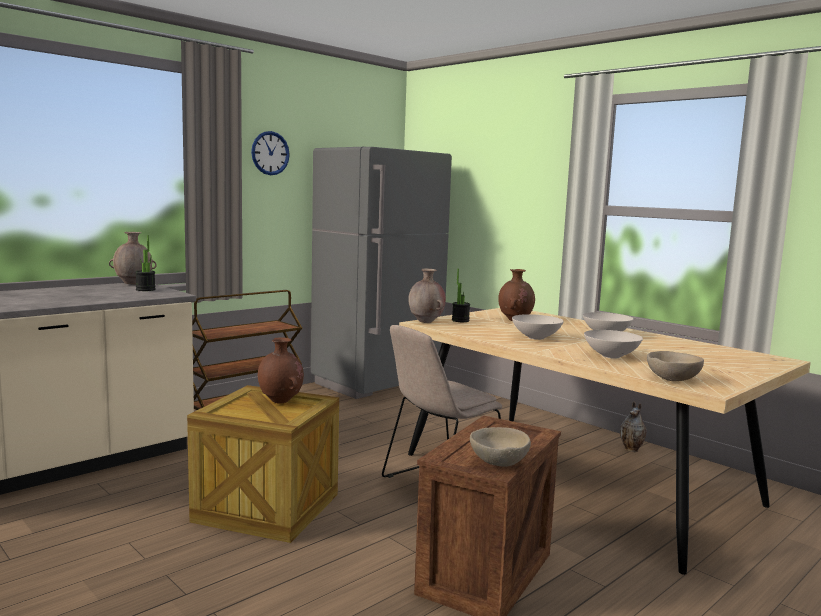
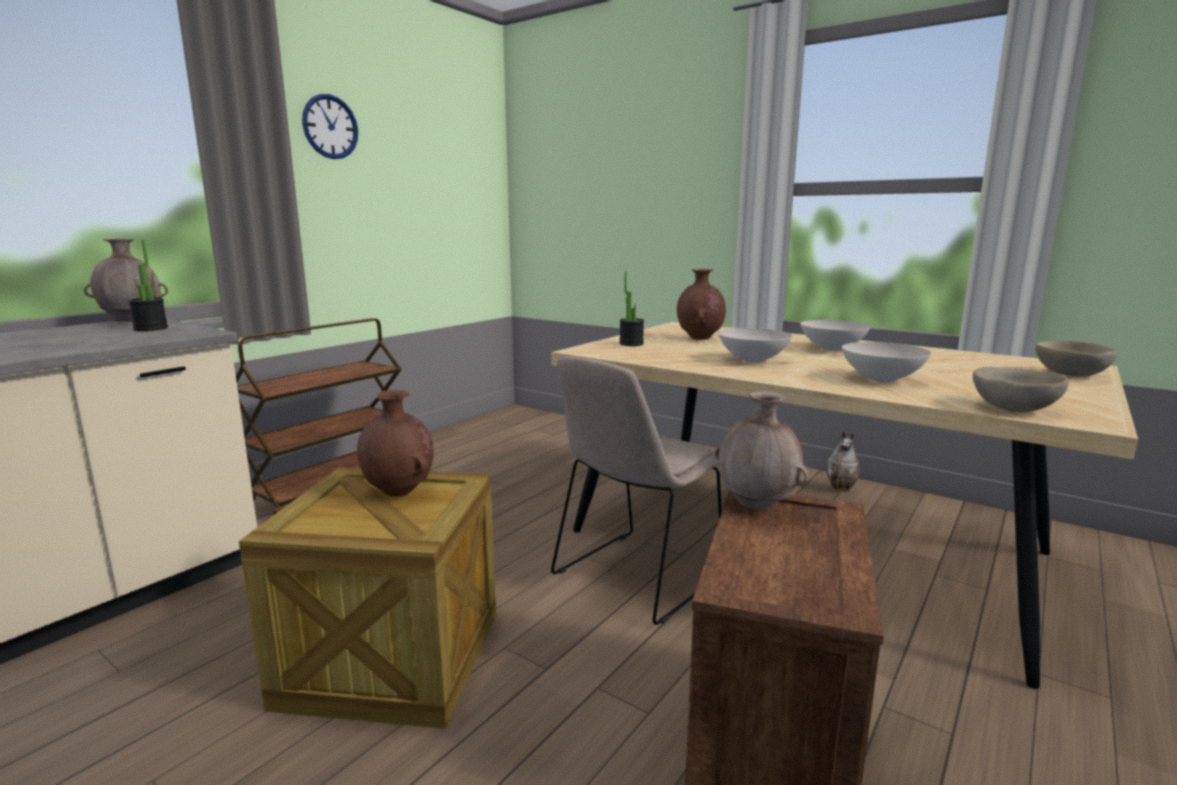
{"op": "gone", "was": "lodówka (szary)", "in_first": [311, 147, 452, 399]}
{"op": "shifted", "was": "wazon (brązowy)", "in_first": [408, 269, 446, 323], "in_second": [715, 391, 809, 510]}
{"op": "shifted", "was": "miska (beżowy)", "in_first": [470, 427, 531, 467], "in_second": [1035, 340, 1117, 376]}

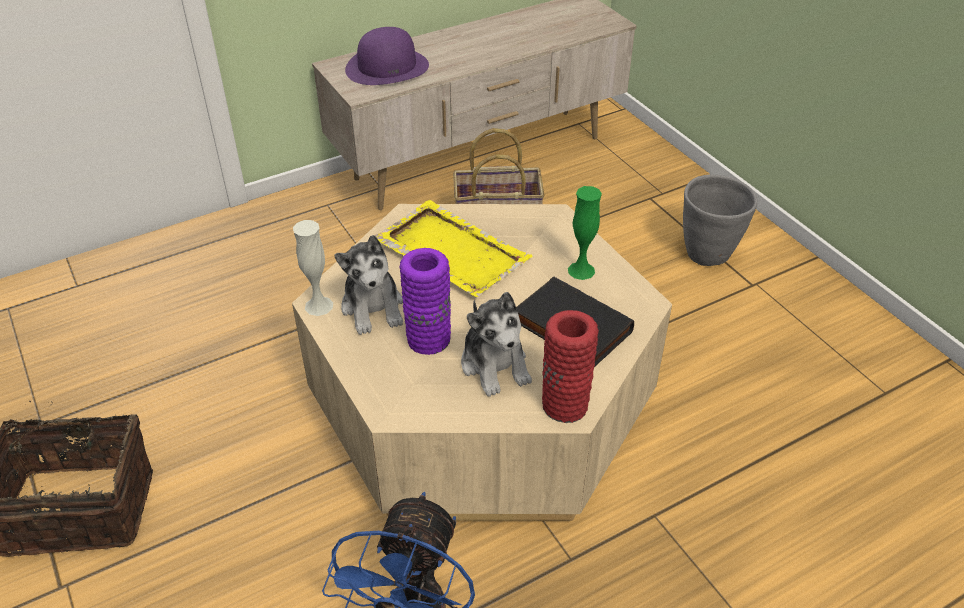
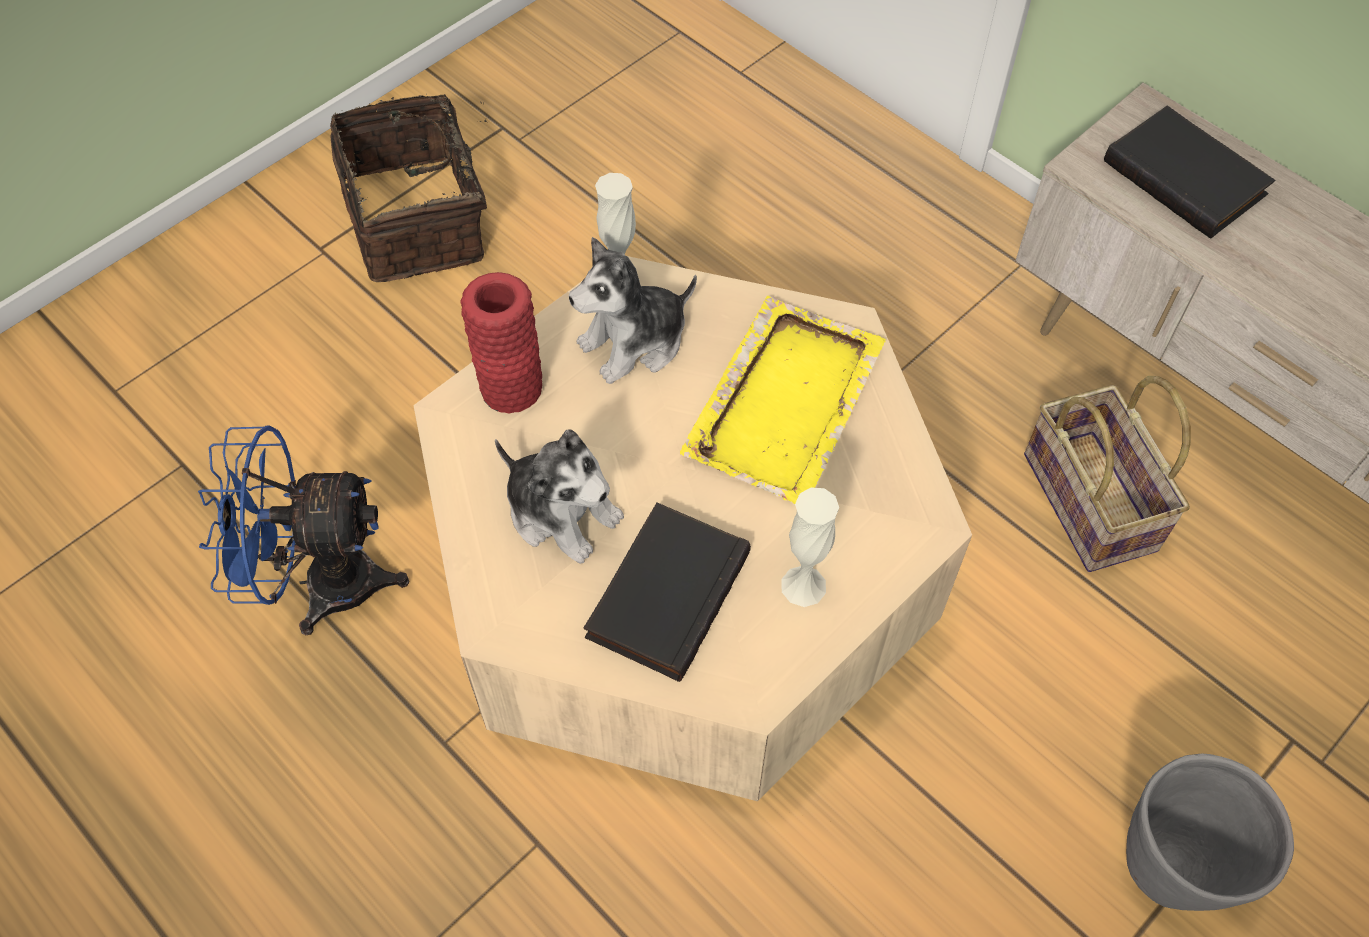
{"op": "swapped", "was": "kapelusz (fioletowy)", "now": "książka (czarny)", "in_first": [345, 27, 429, 85], "in_second": [1104, 105, 1275, 239]}
{"op": "gone", "was": "wazon (fioletowy)", "in_first": [399, 248, 451, 355]}
{"op": "rotated", "was": "pluszak", "in_first": [461, 292, 532, 397], "in_second": [495, 430, 624, 564], "clockwise": -105}
{"op": "shifted", "was": "wazon (czerwony)", "in_first": [542, 310, 599, 423], "in_second": [460, 272, 542, 414]}
{"op": "repainted", "was": "wazon (zielony)", "now": "wazon (biały)", "in_first": [568, 186, 602, 280], "in_second": [781, 488, 839, 607]}

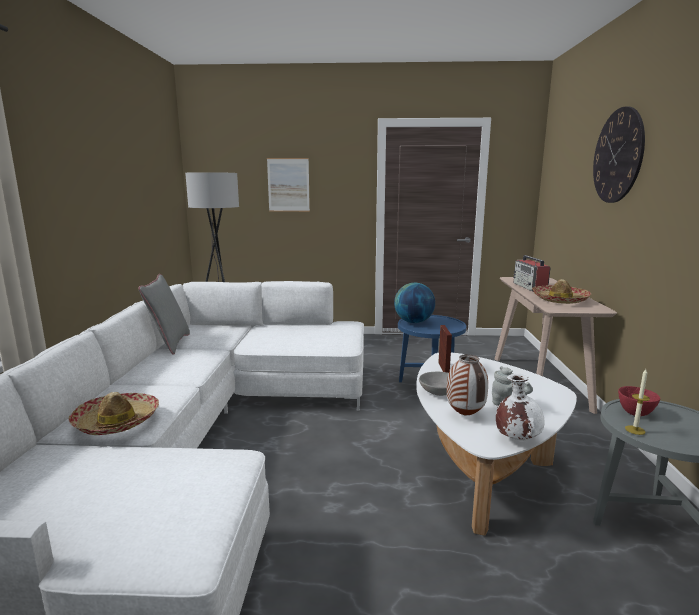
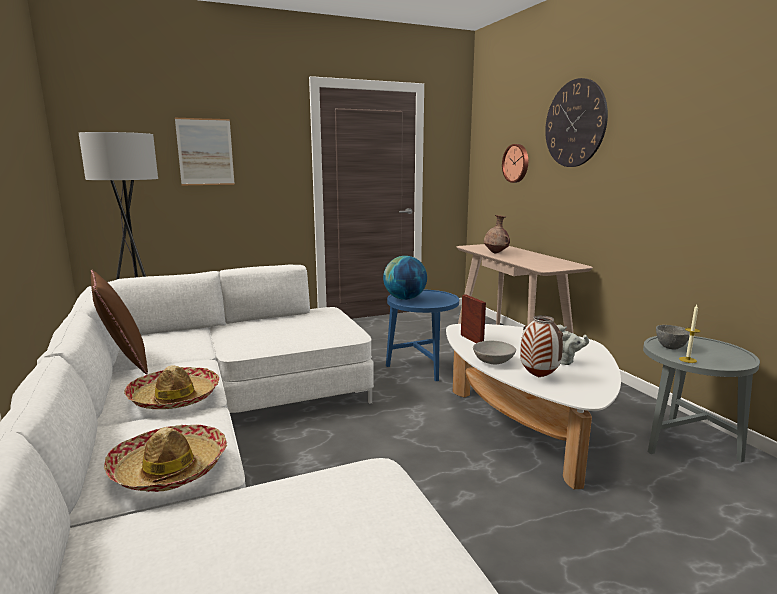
{"op": "repainted", "was": "poduszka (szary)", "now": "poduszka (brązowy)", "in_first": [138, 274, 190, 355], "in_second": [91, 270, 148, 375]}
{"op": "gone", "was": "wazon (biały)", "in_first": [496, 374, 545, 441]}
{"op": "swapped", "was": "radio", "now": "wazon (brązowy)", "in_first": [513, 255, 551, 292], "in_second": [484, 215, 510, 253]}
{"op": "shifted", "was": "kapelusz", "in_first": [532, 279, 591, 304], "in_second": [124, 366, 219, 409]}
{"op": "repainted", "was": "miska (czerwony)", "now": "miska (szary)", "in_first": [618, 386, 660, 416], "in_second": [656, 325, 690, 350]}
{"op": "new", "now": "zegar ścienny", "in_second": [502, 144, 528, 183]}

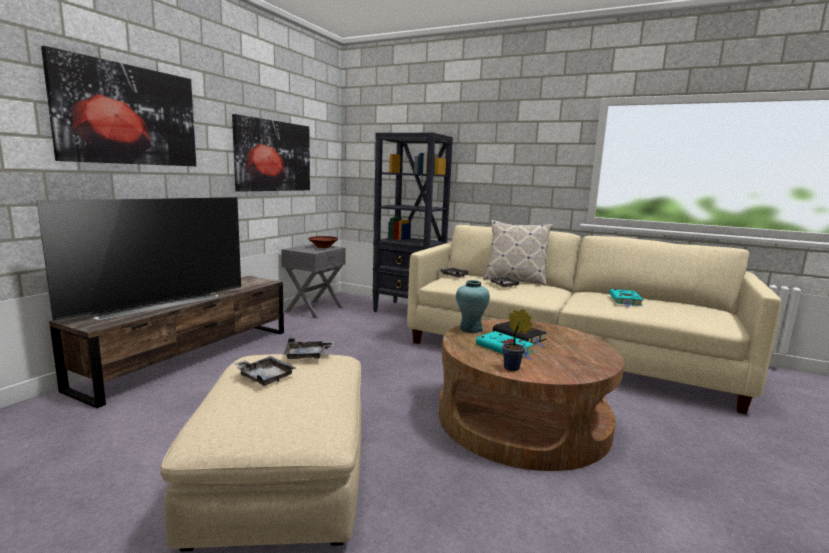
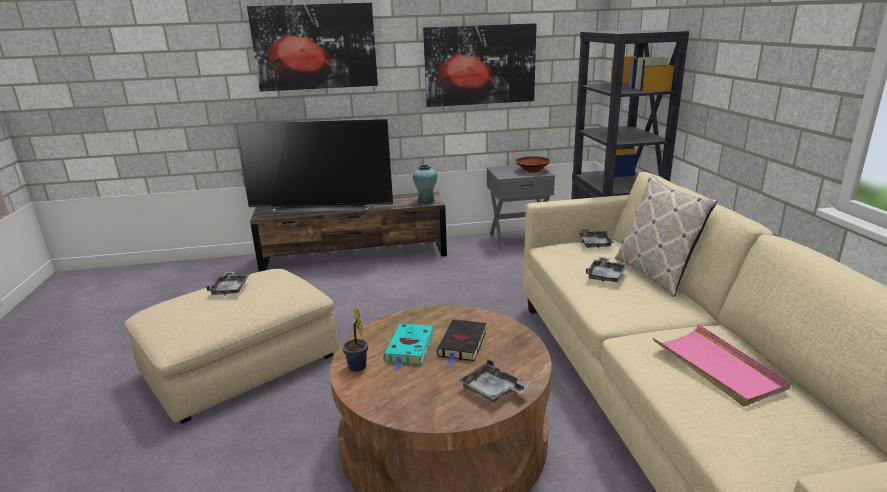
{"op": "shifted", "was": "taca (szary)", "in_first": [283, 338, 335, 359], "in_second": [458, 359, 530, 402]}
{"op": "shifted", "was": "wazon (turkusowy)", "in_first": [456, 280, 490, 333], "in_second": [413, 165, 437, 204]}
{"op": "swapped", "was": "książka (turkusowy)", "now": "taca (różowy)", "in_first": [609, 289, 643, 307], "in_second": [653, 324, 791, 406]}

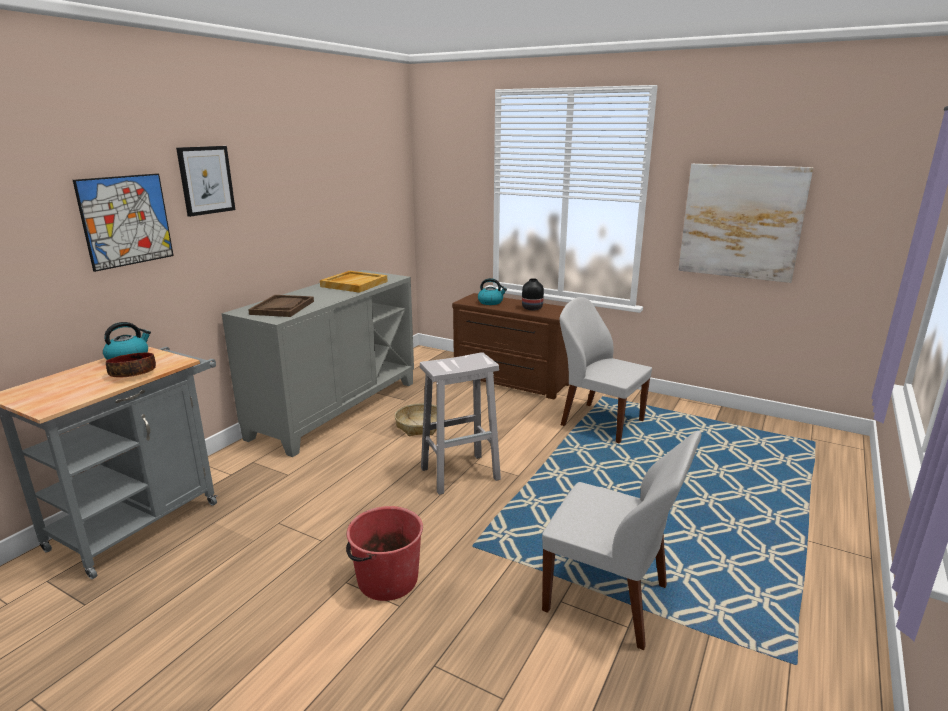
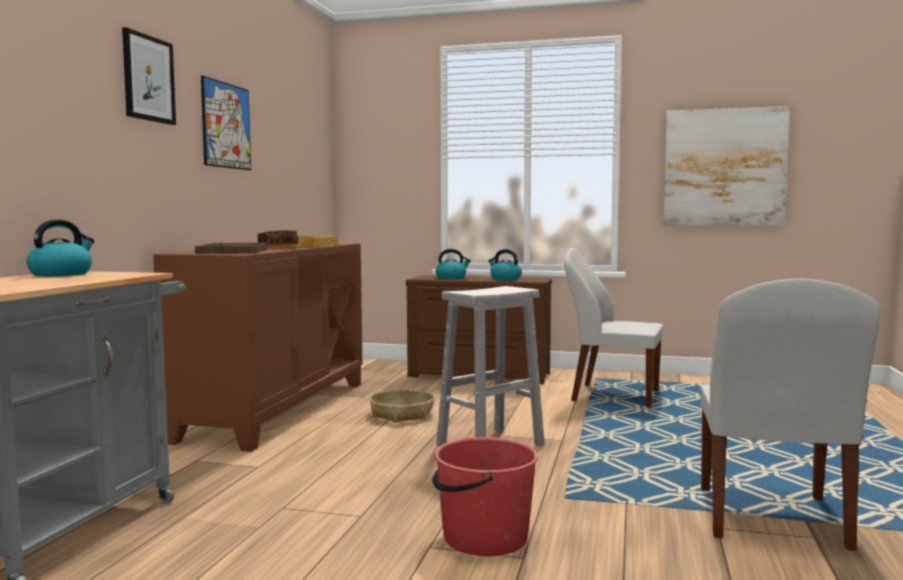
{"op": "shifted", "was": "obraz", "in_first": [73, 173, 174, 272], "in_second": [201, 76, 251, 170]}
{"op": "shifted", "was": "miska", "in_first": [106, 352, 156, 378], "in_second": [258, 230, 298, 248]}
{"op": "repainted", "was": "szafka (szary)", "now": "szafka (brązowy)", "in_first": [222, 270, 414, 457], "in_second": [153, 243, 362, 452]}
{"op": "swapped", "was": "wazon (czarny)", "now": "czajnik", "in_first": [522, 278, 544, 310], "in_second": [488, 249, 522, 280]}
{"op": "rotated", "was": "krzesło (biały)", "in_first": [542, 431, 701, 650], "in_second": [700, 279, 881, 551], "clockwise": 90}

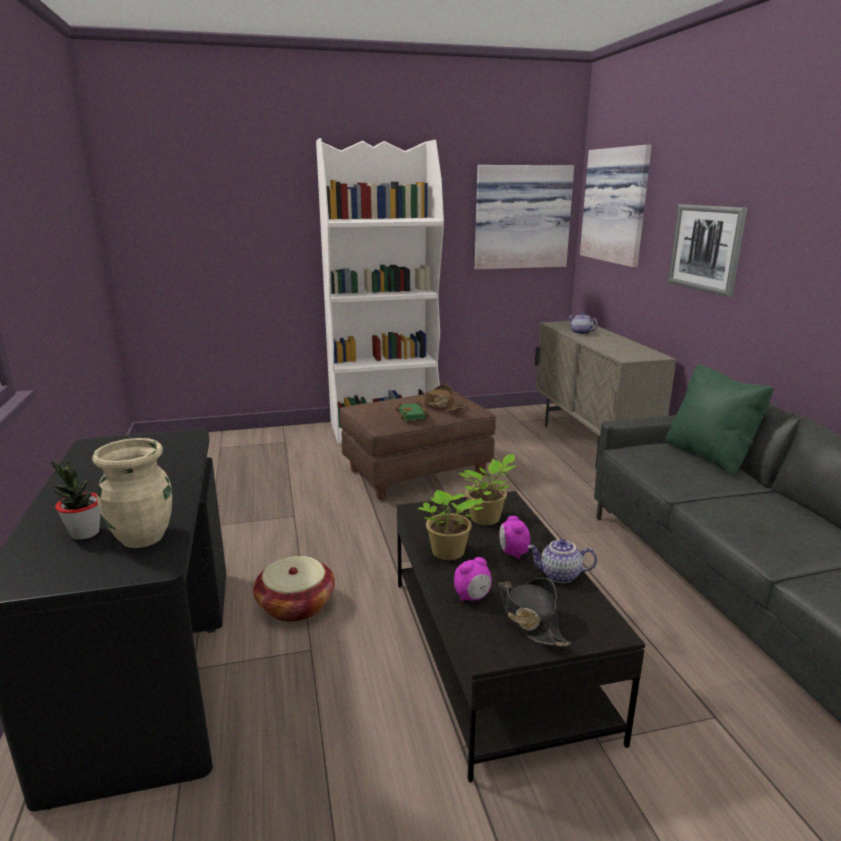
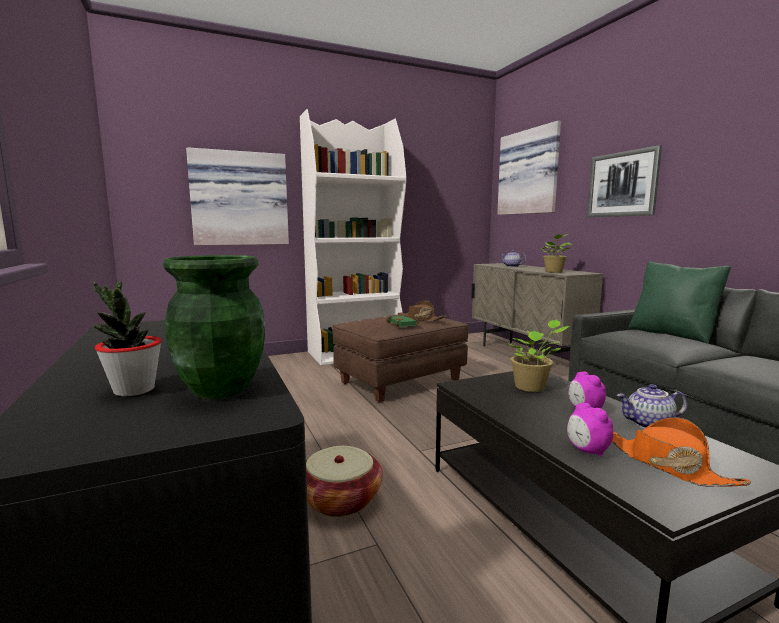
{"op": "repainted", "was": "wazon (beżowy)", "now": "wazon (zielony)", "in_first": [92, 438, 172, 548], "in_second": [163, 255, 265, 399]}
{"op": "shifted", "was": "roślina doniczkowa", "in_first": [418, 490, 483, 560], "in_second": [540, 234, 572, 273]}
{"op": "rotated", "was": "budzik", "in_first": [454, 557, 492, 601], "in_second": [567, 403, 613, 457], "clockwise": 105}
{"op": "shifted", "was": "obraz", "in_first": [475, 165, 574, 270], "in_second": [186, 147, 289, 245]}
{"op": "repainted", "was": "kapelusz (czarny)", "now": "kapelusz (pomarańczowy)", "in_first": [498, 578, 570, 647], "in_second": [612, 417, 751, 487]}

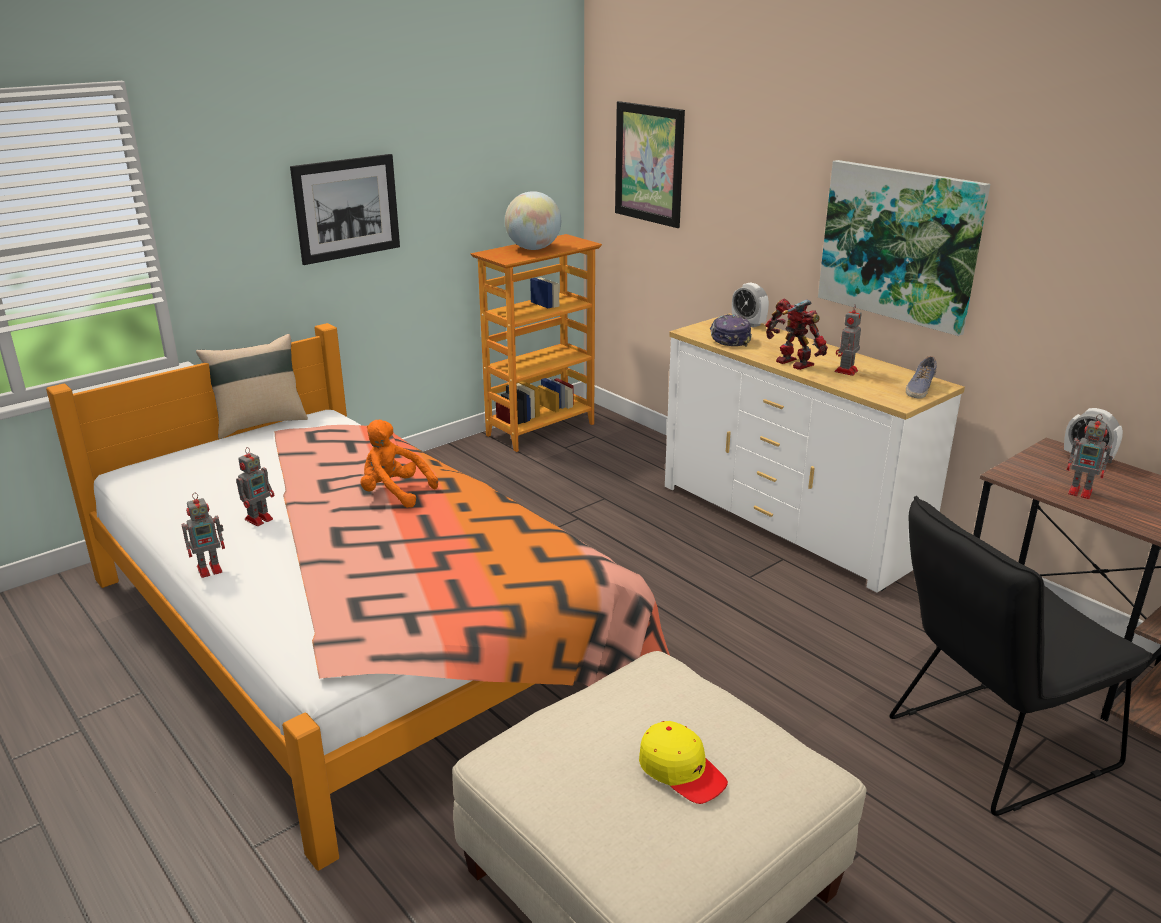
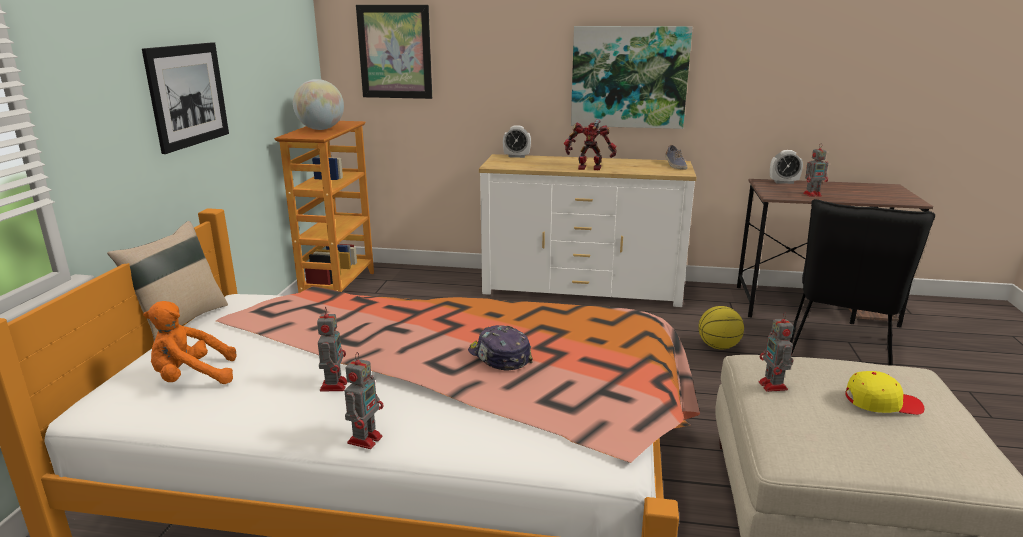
{"op": "shifted", "was": "pluszak (pomarańczowy)", "in_first": [361, 420, 438, 508], "in_second": [143, 301, 237, 384]}
{"op": "shifted", "was": "czapka z daszkiem", "in_first": [710, 314, 752, 347], "in_second": [468, 325, 533, 371]}
{"op": "shifted", "was": "robot zabawkowy", "in_first": [835, 305, 862, 376], "in_second": [759, 312, 794, 392]}
{"op": "new", "now": "piłka do koszykówki", "in_second": [698, 306, 744, 349]}

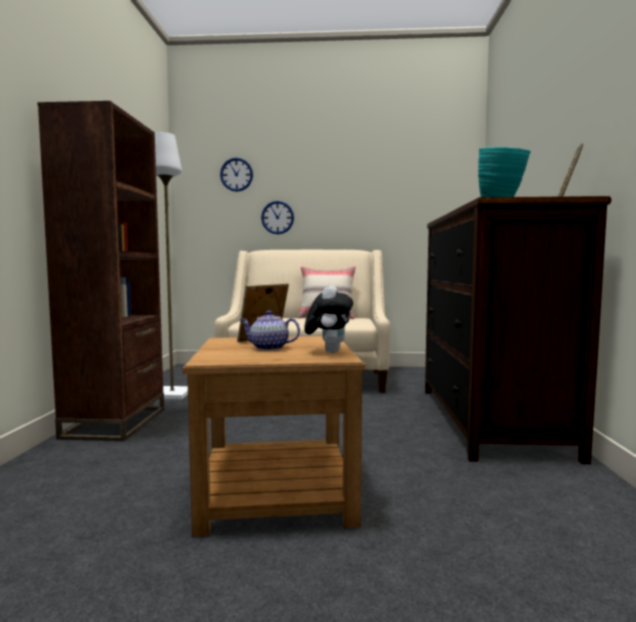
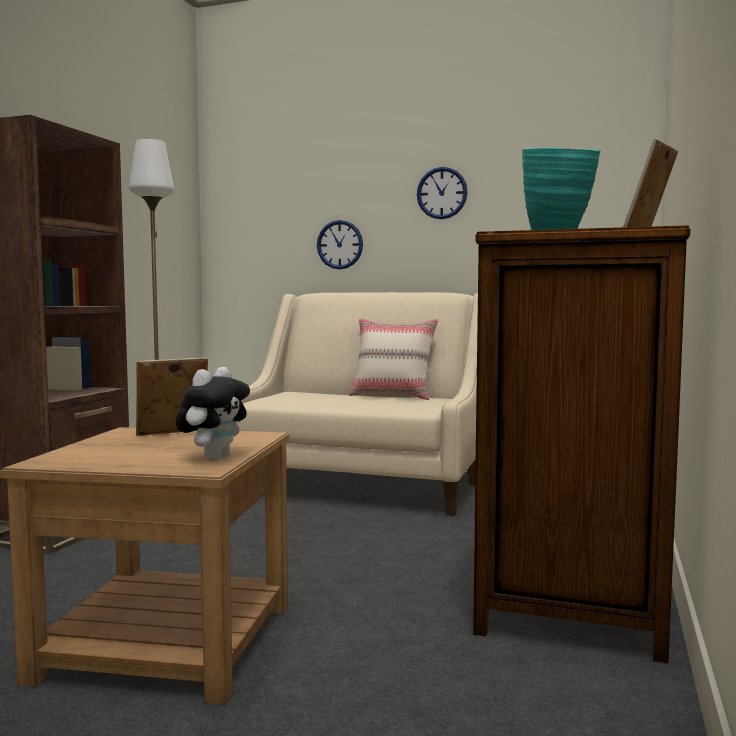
{"op": "shifted", "was": "zegar ścienny", "in_first": [220, 157, 253, 192], "in_second": [417, 167, 468, 219]}
{"op": "gone", "was": "imbryk", "in_first": [240, 311, 300, 350]}

